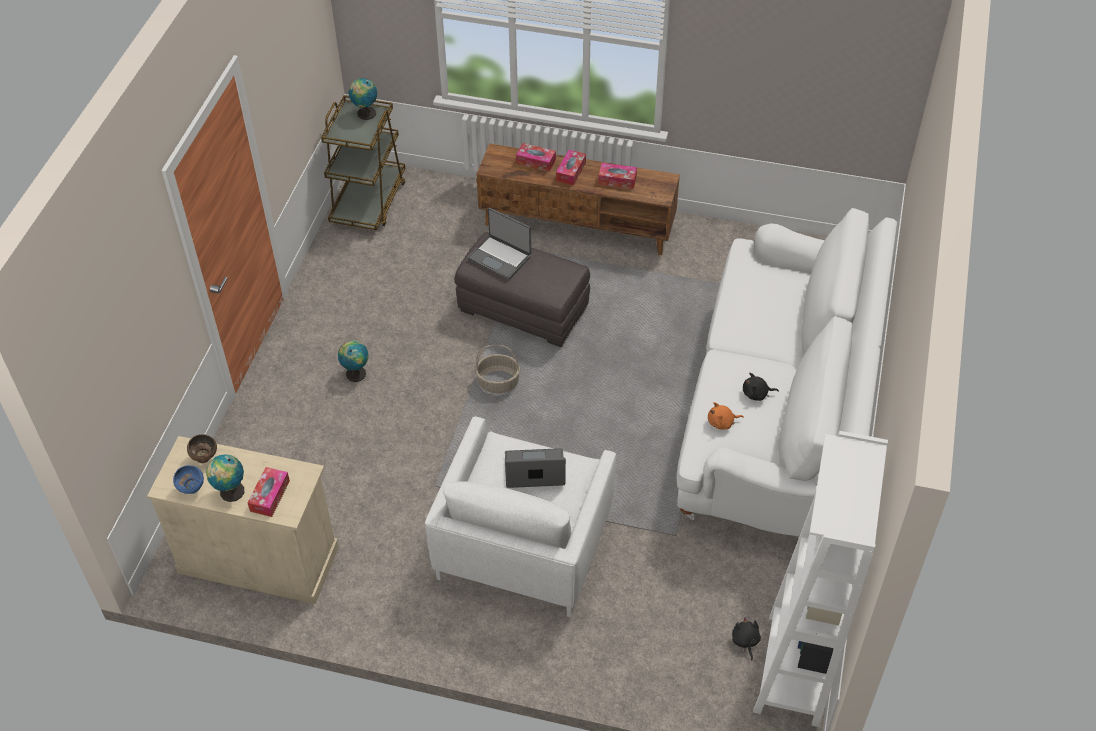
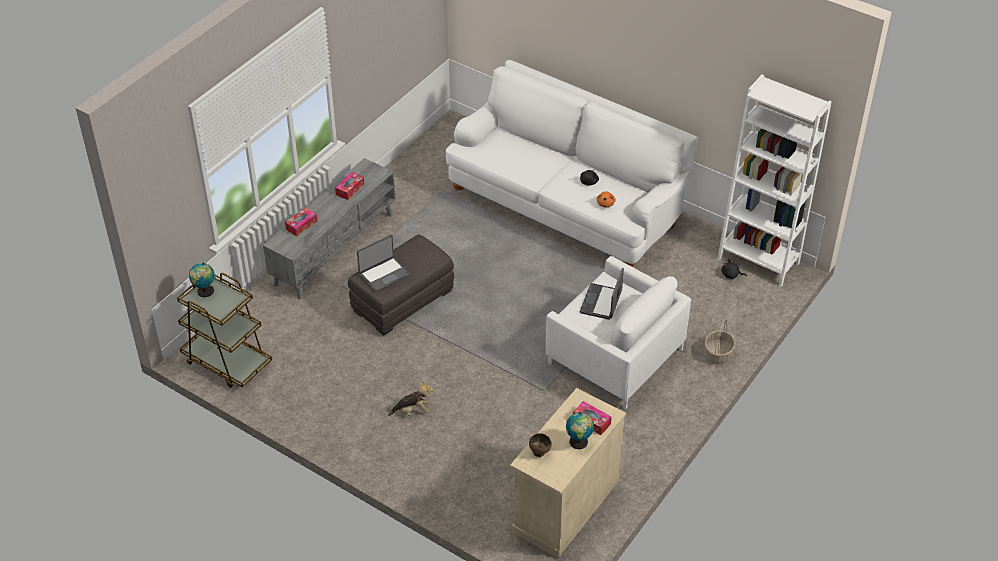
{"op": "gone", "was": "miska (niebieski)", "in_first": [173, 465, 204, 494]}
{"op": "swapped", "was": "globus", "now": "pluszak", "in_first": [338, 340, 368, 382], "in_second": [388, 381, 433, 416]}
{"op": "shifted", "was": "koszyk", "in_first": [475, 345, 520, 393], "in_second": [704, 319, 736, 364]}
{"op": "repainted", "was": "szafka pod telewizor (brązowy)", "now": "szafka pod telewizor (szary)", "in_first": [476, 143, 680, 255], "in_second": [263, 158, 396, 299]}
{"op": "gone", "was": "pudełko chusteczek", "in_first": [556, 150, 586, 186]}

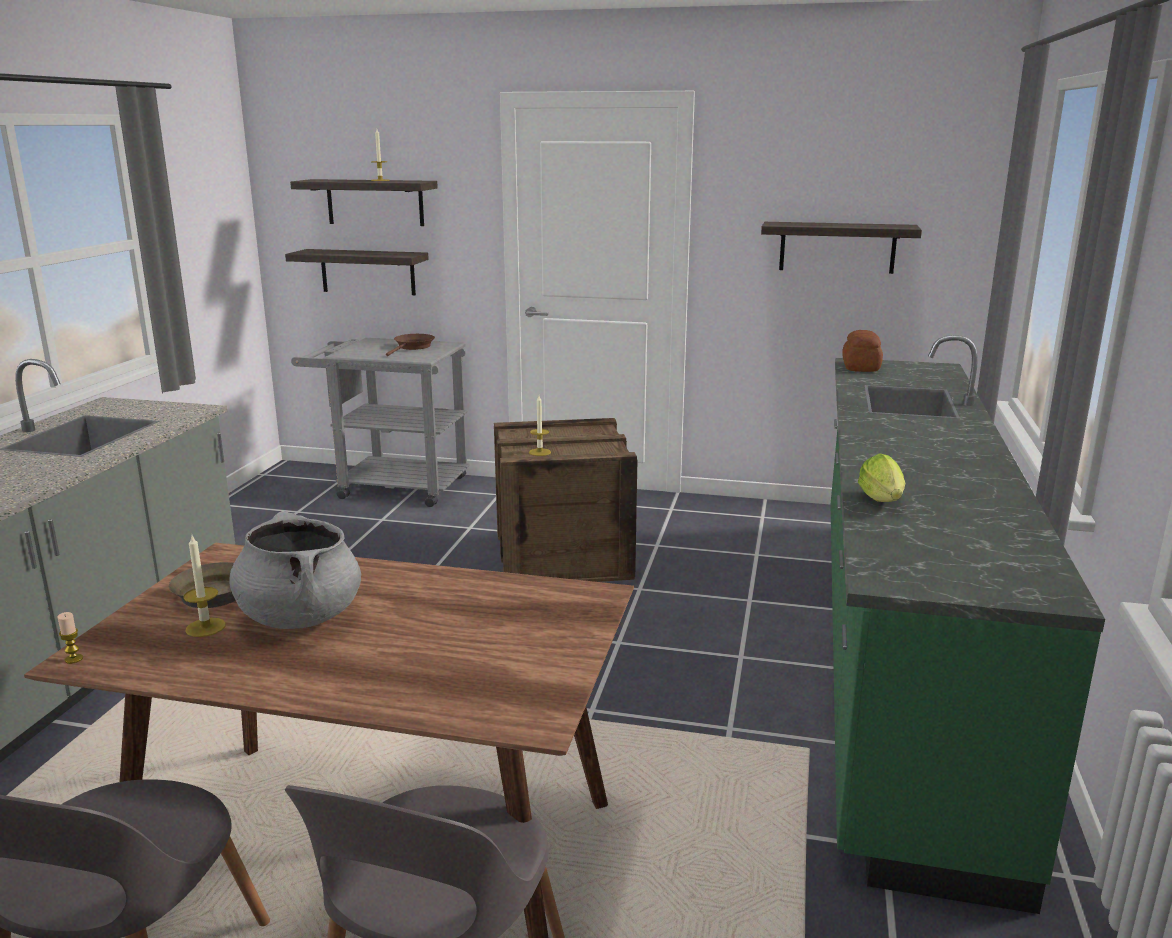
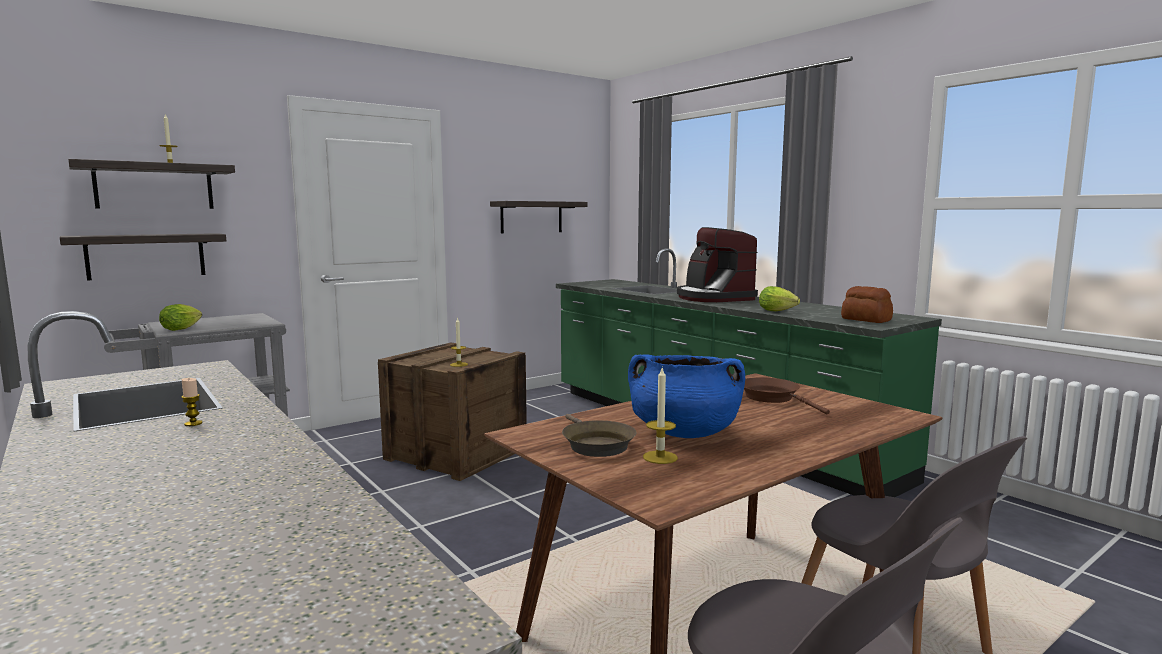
{"op": "shifted", "was": "świeca", "in_first": [57, 612, 83, 664], "in_second": [182, 378, 202, 426]}
{"op": "repainted", "was": "garnek (szary)", "now": "garnek (niebieski)", "in_first": [229, 511, 361, 629], "in_second": [628, 354, 745, 438]}
{"op": "shifted", "was": "patelnia (brązowy)", "in_first": [386, 334, 435, 356], "in_second": [744, 377, 830, 415]}
{"op": "shifted", "was": "chleb", "in_first": [842, 330, 883, 372], "in_second": [841, 286, 893, 323]}
{"op": "new", "now": "sałata", "in_second": [159, 304, 202, 331]}
{"op": "new", "now": "ekspres do kawy", "in_second": [677, 227, 758, 302]}

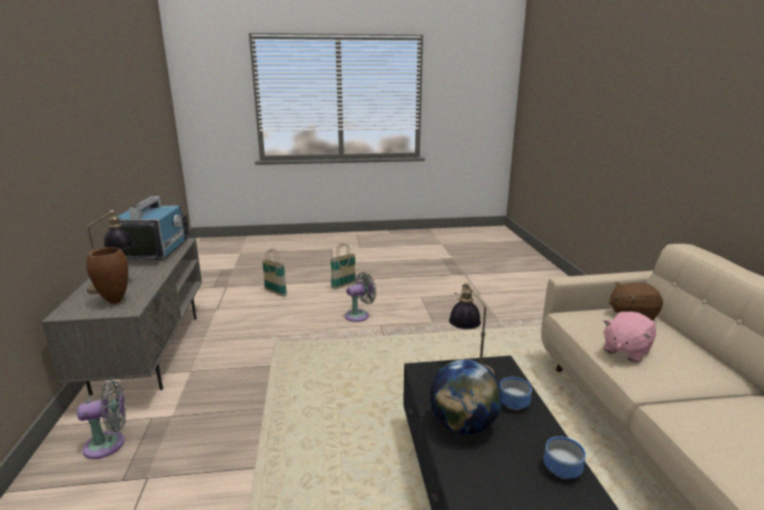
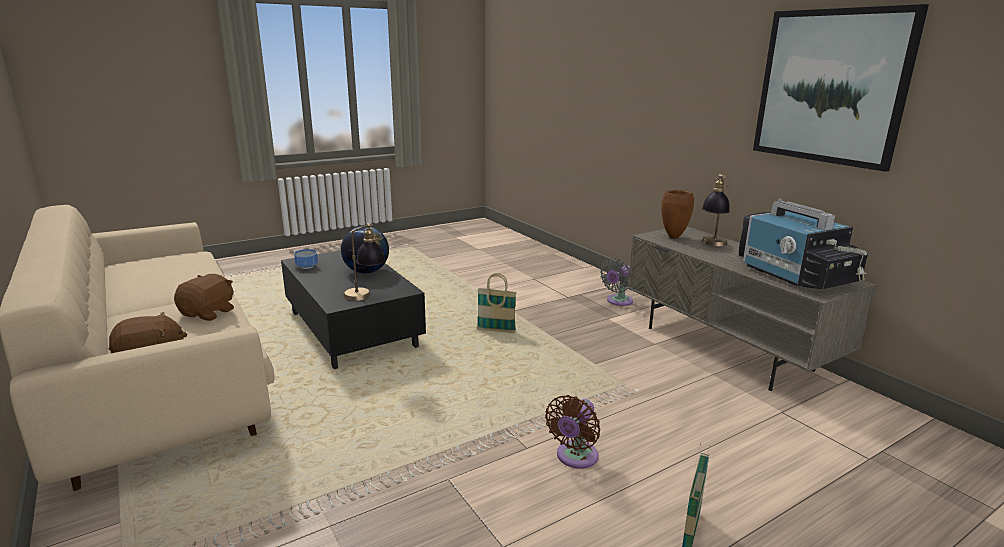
{"op": "shifted", "was": "koszyk", "in_first": [262, 249, 287, 296], "in_second": [477, 273, 517, 333]}
{"op": "repainted", "was": "wentylator (szary)", "now": "wentylator (brązowy)", "in_first": [345, 272, 377, 322], "in_second": [545, 395, 600, 469]}
{"op": "gone", "was": "miska", "in_first": [500, 377, 532, 410]}
{"op": "repainted", "was": "pluszak (różowy)", "now": "pluszak (brązowy)", "in_first": [603, 312, 656, 363], "in_second": [174, 274, 234, 321]}
{"op": "new", "now": "obraz", "in_second": [753, 4, 929, 172]}

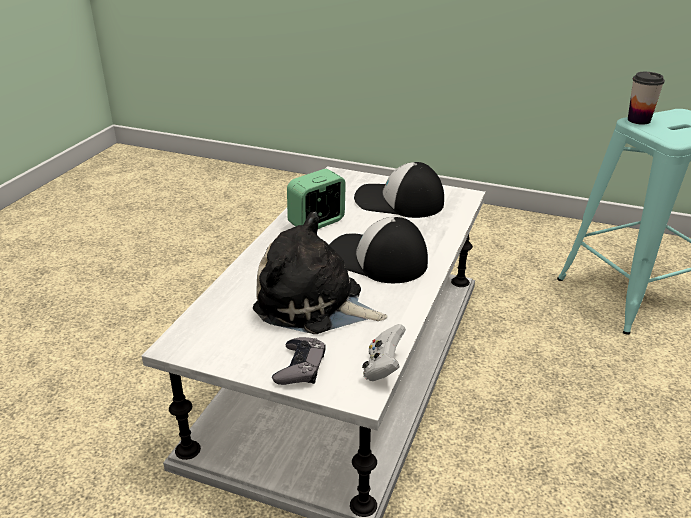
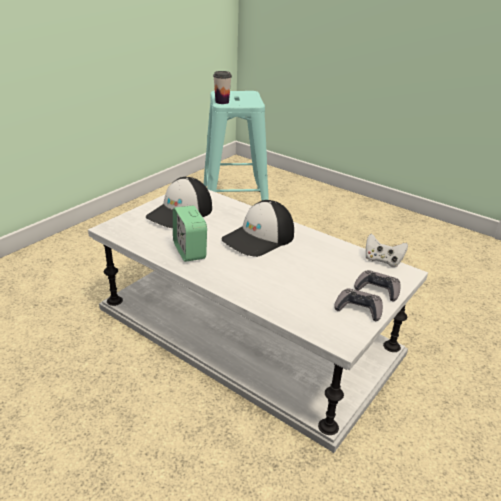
{"op": "gone", "was": "pluszak", "in_first": [253, 212, 387, 334]}
{"op": "new", "now": "pad do gier (szary)", "in_second": [334, 289, 383, 321]}

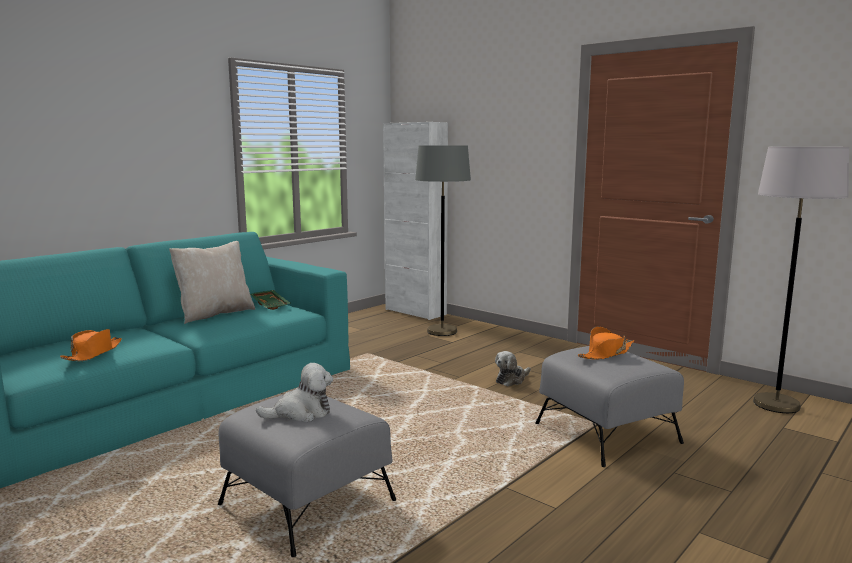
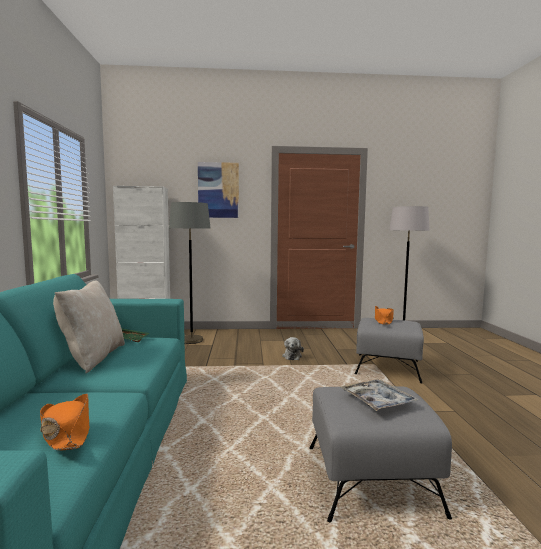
{"op": "swapped", "was": "pluszak", "now": "taca", "in_first": [256, 363, 333, 422], "in_second": [340, 379, 418, 411]}
{"op": "new", "now": "obraz", "in_second": [198, 162, 239, 218]}

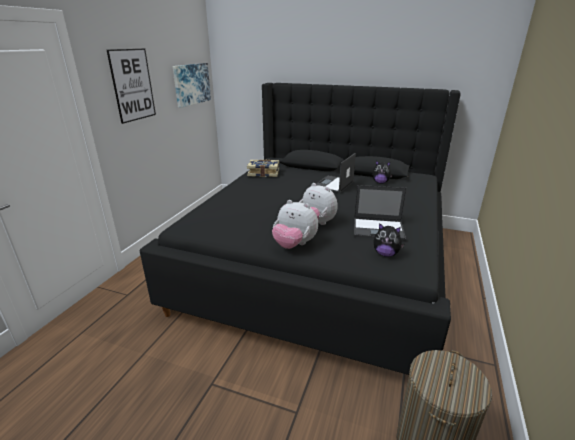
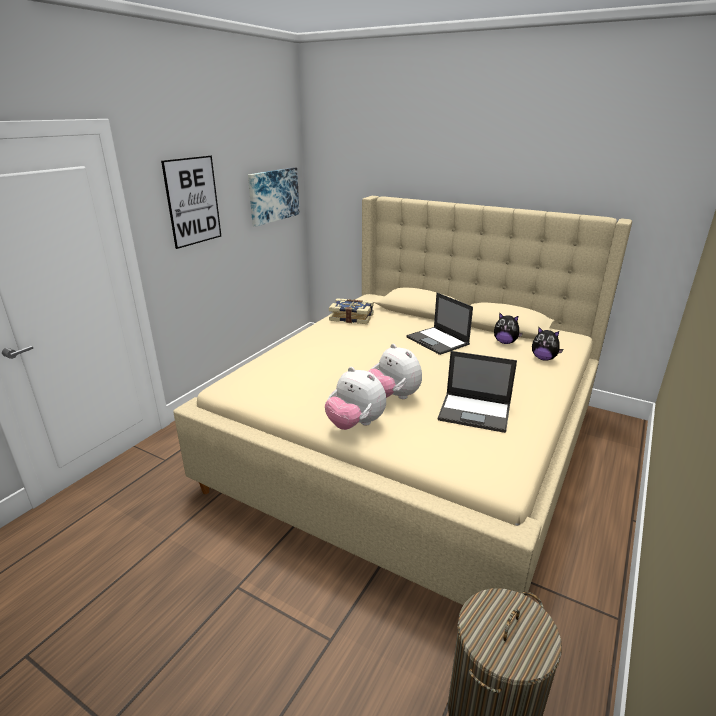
{"op": "repainted", "was": "łóżko (czarny)", "now": "łóżko (beżowy)", "in_first": [140, 83, 461, 375], "in_second": [173, 196, 632, 605]}
{"op": "rotated", "was": "laptop", "in_first": [316, 153, 356, 193], "in_second": [406, 293, 473, 355], "clockwise": -75}
{"op": "shifted", "was": "pluszak", "in_first": [374, 223, 404, 257], "in_second": [532, 327, 563, 361]}

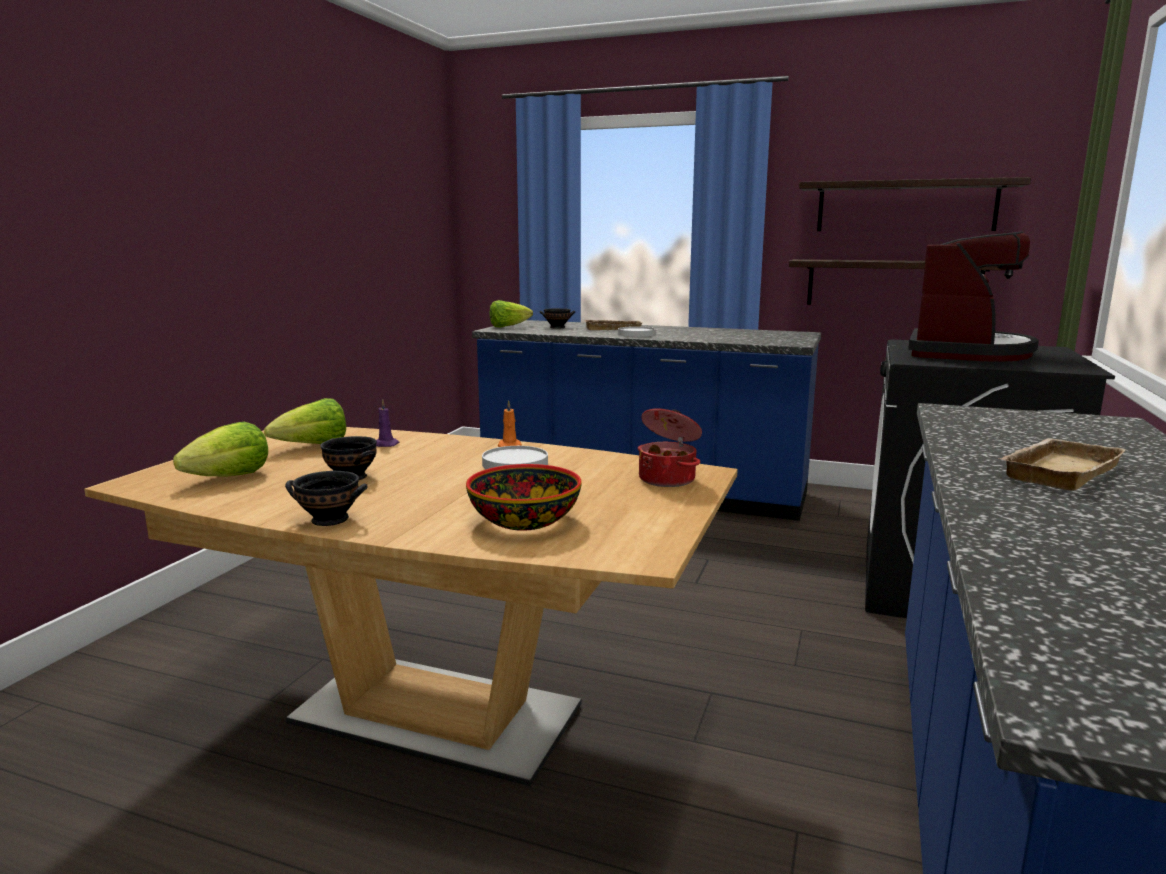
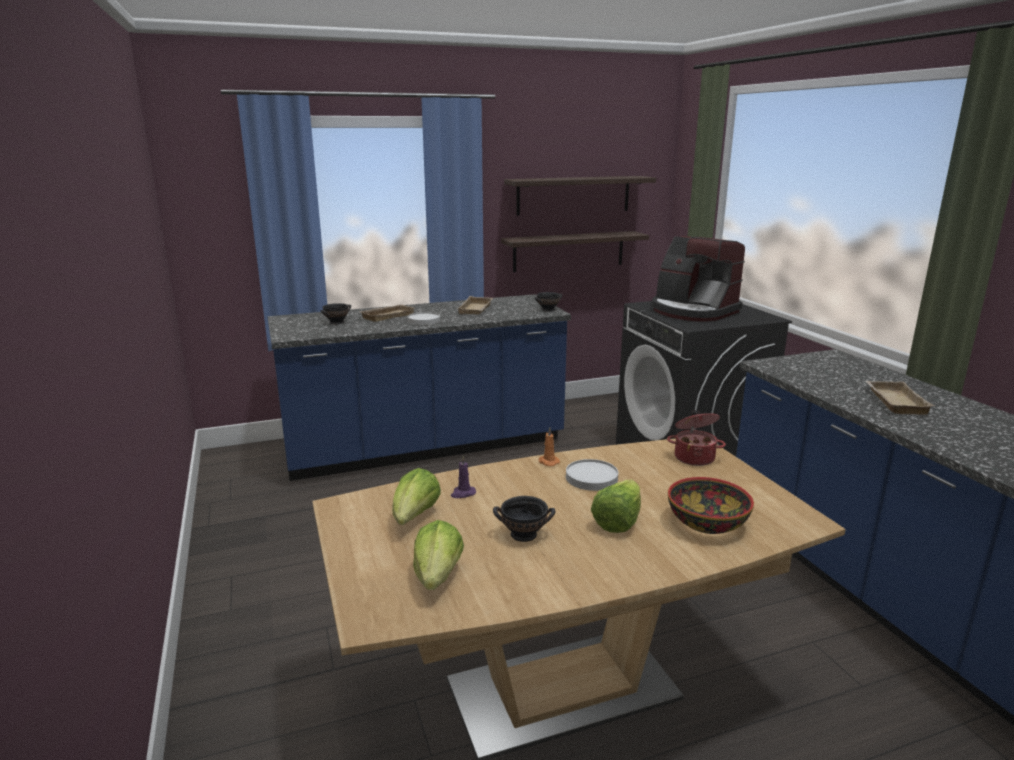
{"op": "shifted", "was": "miska (czarny)", "in_first": [285, 471, 368, 526], "in_second": [535, 292, 562, 312]}
{"op": "shifted", "was": "sałata", "in_first": [490, 300, 533, 328], "in_second": [591, 479, 641, 533]}
{"op": "rotated", "was": "ekspres do kawy", "in_first": [908, 231, 1039, 362], "in_second": [652, 236, 745, 322], "clockwise": 150}
{"op": "new", "now": "taca (beżowy)", "in_second": [458, 296, 493, 315]}

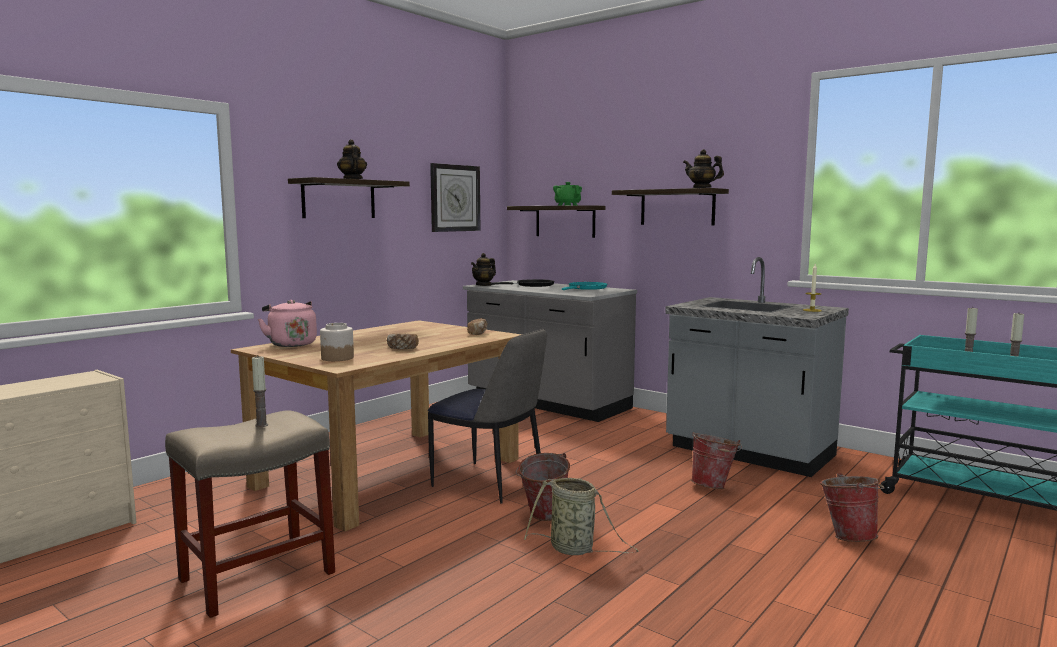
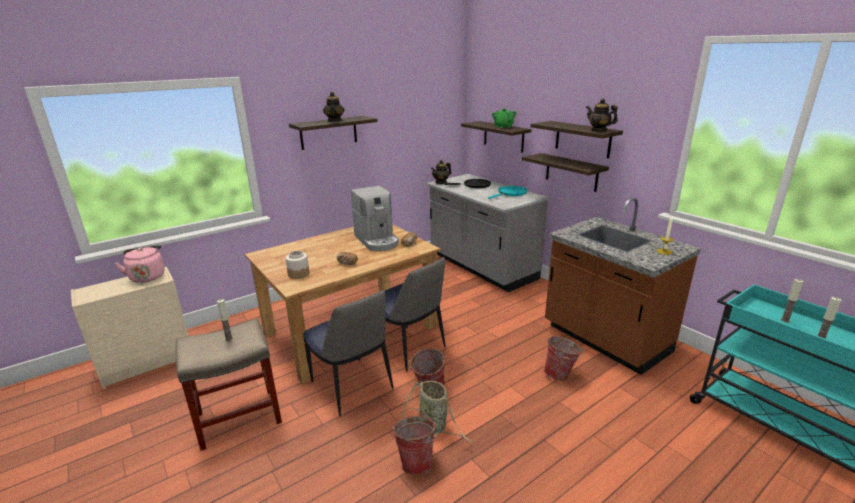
{"op": "shifted", "was": "czajnik (różowy)", "in_first": [258, 300, 317, 347], "in_second": [115, 245, 165, 283]}
{"op": "gone", "was": "zegar ścienny", "in_first": [430, 163, 480, 232]}
{"op": "repainted", "was": "zabudowa kuchenna (szary)", "now": "zabudowa kuchenna (brązowy)", "in_first": [665, 257, 849, 477], "in_second": [545, 197, 701, 375]}
{"op": "shifted", "was": "wiadro", "in_first": [820, 473, 885, 542], "in_second": [393, 413, 438, 475]}
{"op": "new", "now": "krzesło", "in_second": [303, 290, 394, 416]}
{"op": "new", "now": "ekspres do kawy", "in_second": [351, 186, 399, 251]}
{"op": "new", "now": "półka", "in_second": [522, 153, 609, 192]}

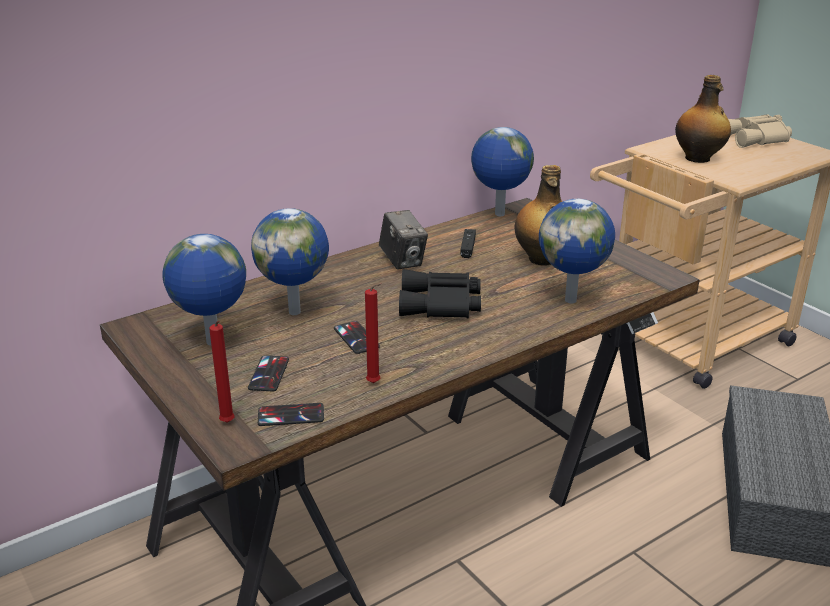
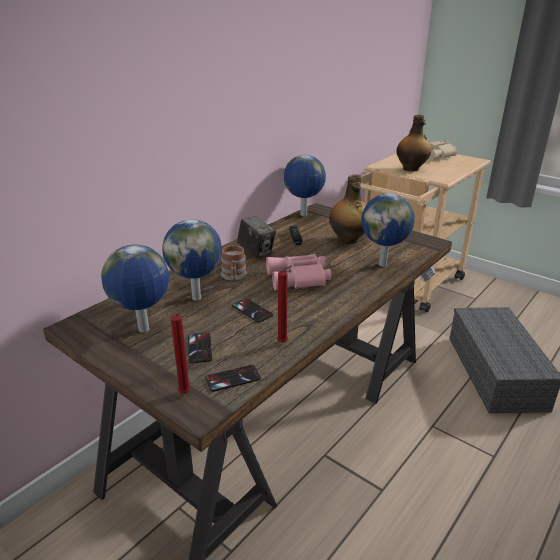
{"op": "repainted", "was": "lornetka (czarny)", "now": "lornetka (różowy)", "in_first": [399, 269, 481, 318], "in_second": [266, 254, 332, 291]}
{"op": "new", "now": "kubek", "in_second": [221, 245, 247, 281]}

